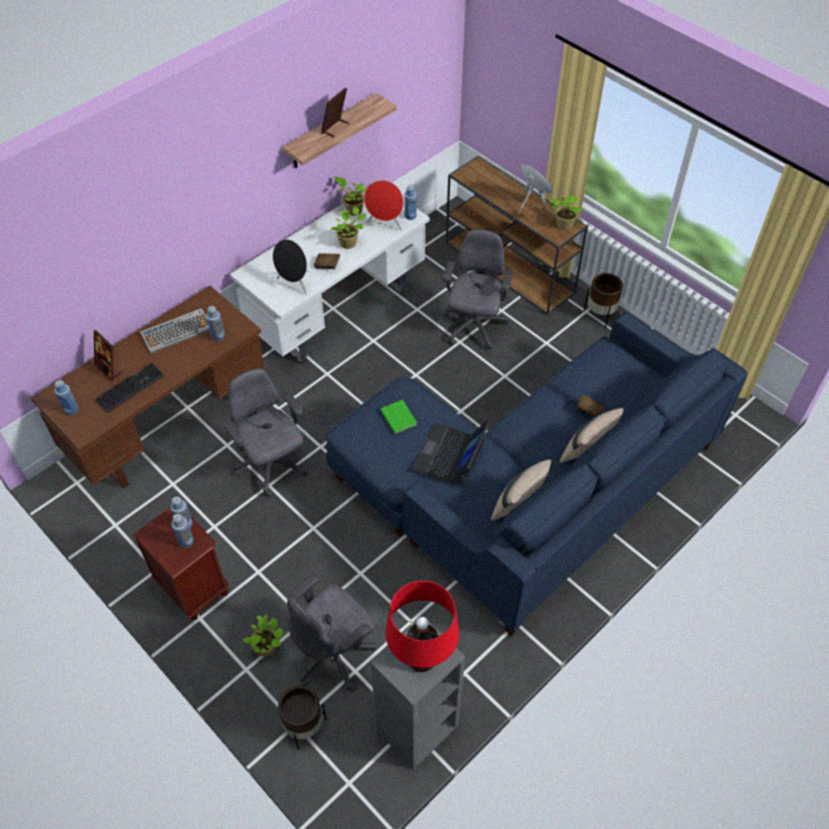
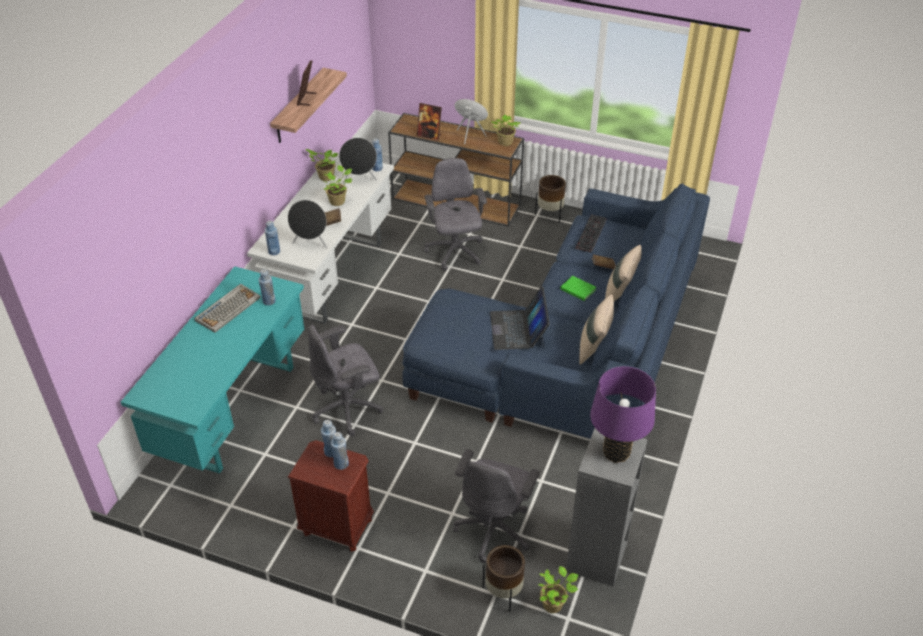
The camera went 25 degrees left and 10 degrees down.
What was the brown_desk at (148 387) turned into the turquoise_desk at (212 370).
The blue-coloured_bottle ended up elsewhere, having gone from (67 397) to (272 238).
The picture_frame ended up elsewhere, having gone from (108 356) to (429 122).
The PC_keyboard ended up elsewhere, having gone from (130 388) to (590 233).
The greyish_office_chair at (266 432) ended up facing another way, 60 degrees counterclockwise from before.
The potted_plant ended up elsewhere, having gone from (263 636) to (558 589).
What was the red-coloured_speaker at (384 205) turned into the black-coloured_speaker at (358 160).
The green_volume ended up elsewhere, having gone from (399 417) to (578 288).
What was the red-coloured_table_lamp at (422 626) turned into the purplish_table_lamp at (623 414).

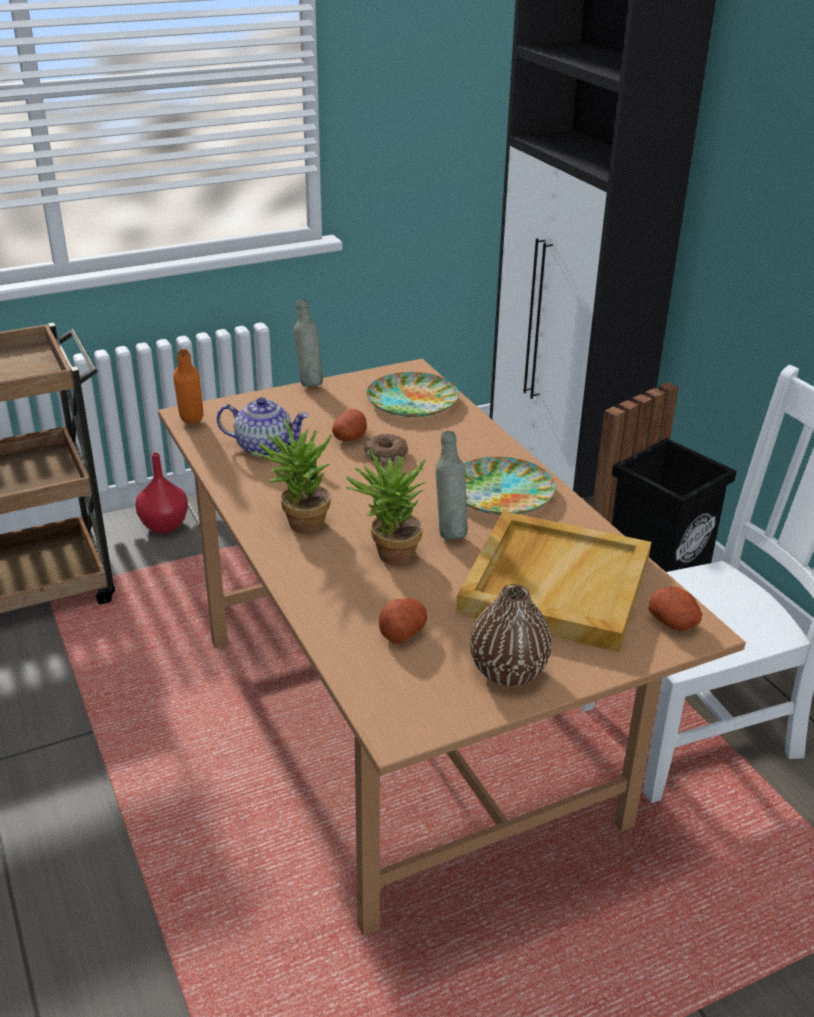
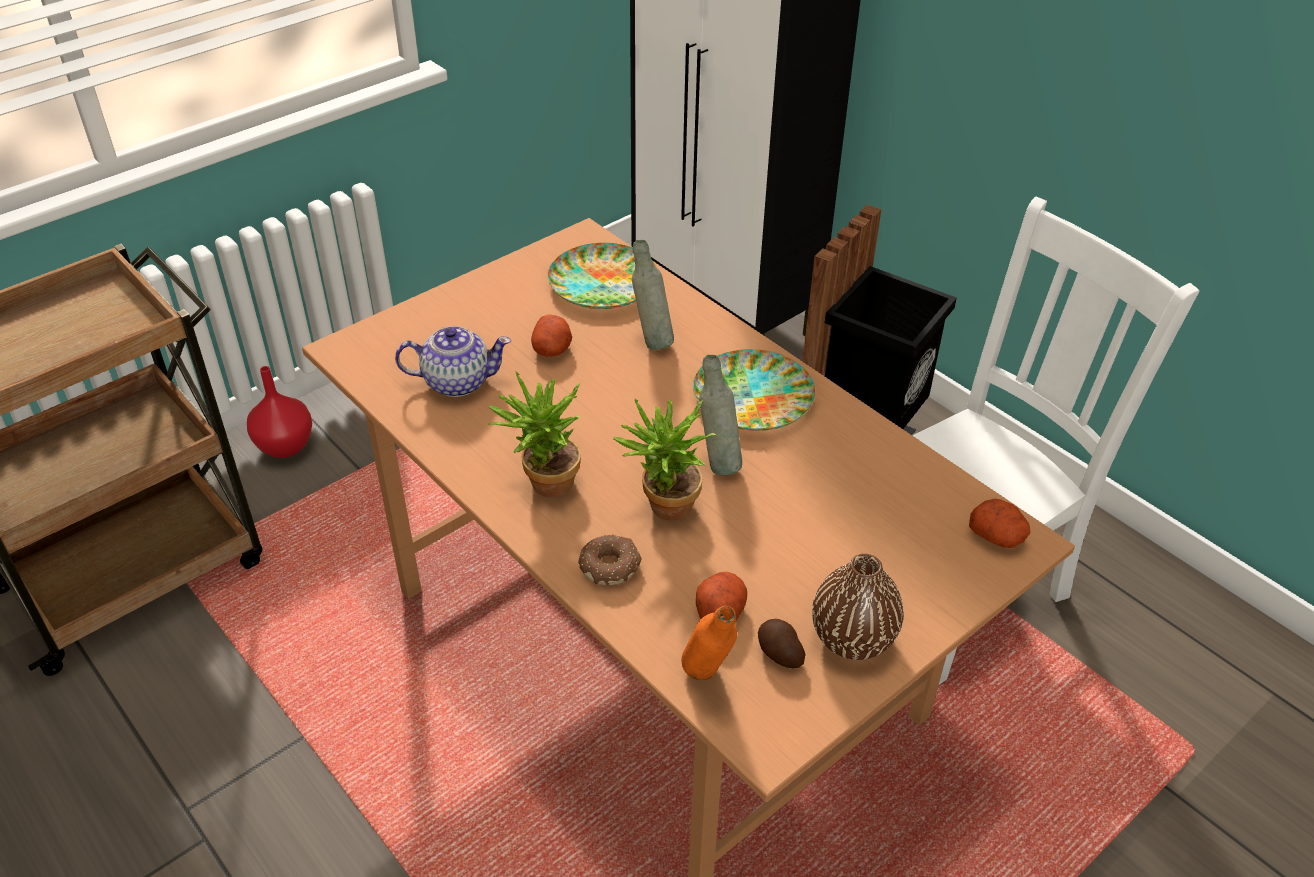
The camera went 15 degrees left and 10 degrees up.
The orange_bottle ended up elsewhere, having gone from (188 386) to (709 643).
The greyish_bottle ended up elsewhere, having gone from (308 343) to (653 295).
The donut ended up elsewhere, having gone from (386 448) to (610 559).
The second view lost the sand-coloured_carrying_tray at (553 581).
The second view gained the whole_potato at (781 644).

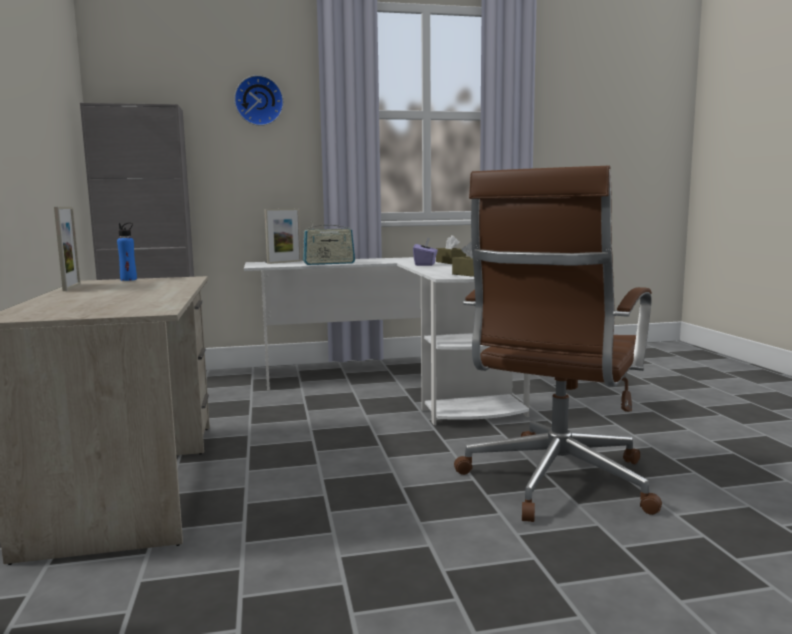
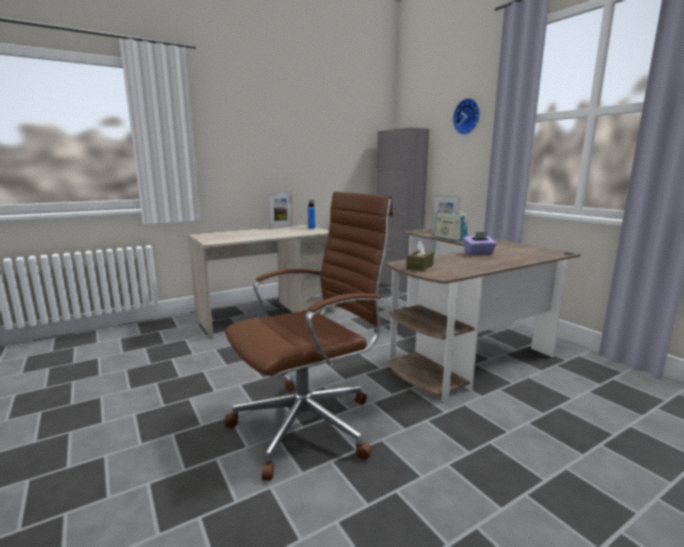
The camera went 70 degrees right and 5 degrees up.
What was the white_desk at (387 341) turned into the brown_desk at (483 315).
The second view lost the brown_tissue_box at (451 249).
The brown_office_chair at (558 344) ended up facing another way, 135 degrees clockwise from before.

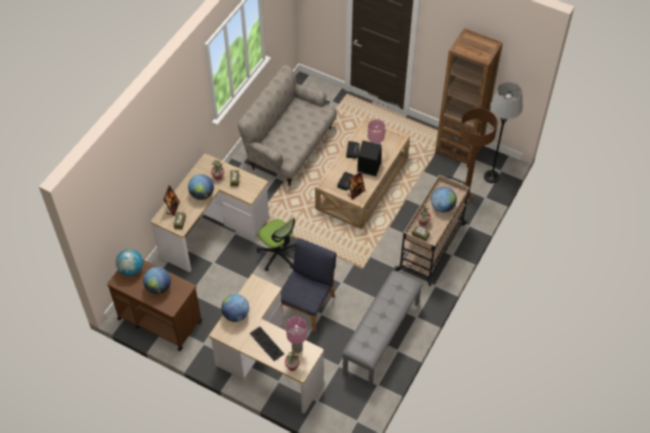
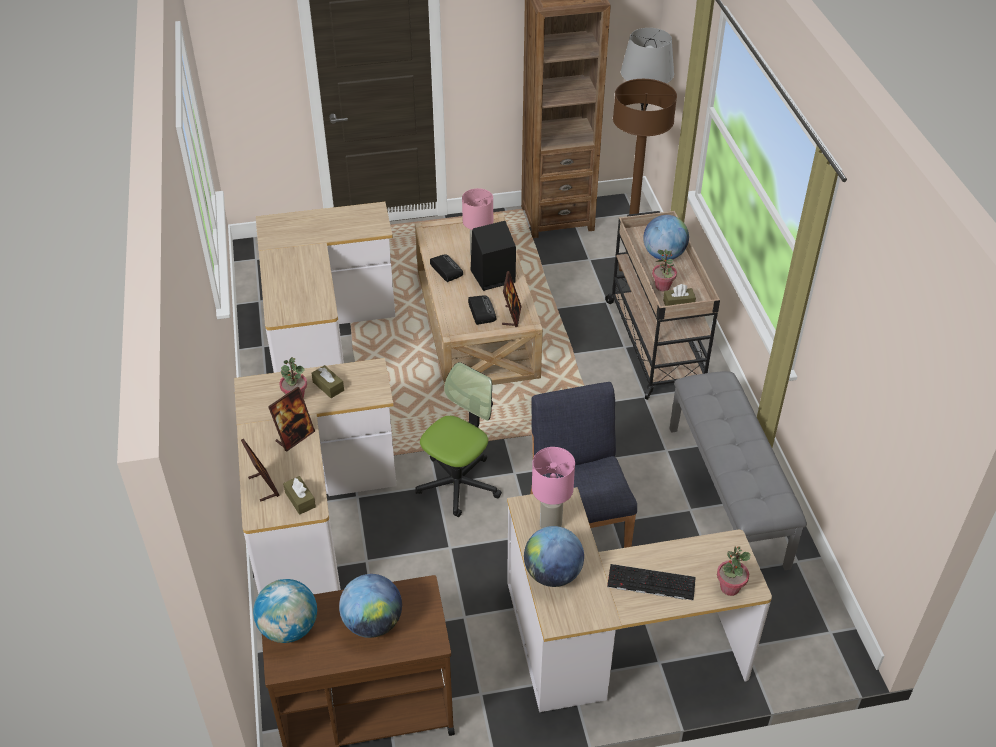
The camera went 40 degrees left and 10 degrees down.
Where the world_globe stood at (201 187), the picture_frame came to stand at (291 419).
Where the sand-coloured_couch stood at (287 125), the desk came to stand at (325 287).
The office_chair at (276 244) ended up facing another way, 60 degrees counterclockwise from before.
The pink_table_lamp ended up elsewhere, having gone from (296 335) to (553 487).

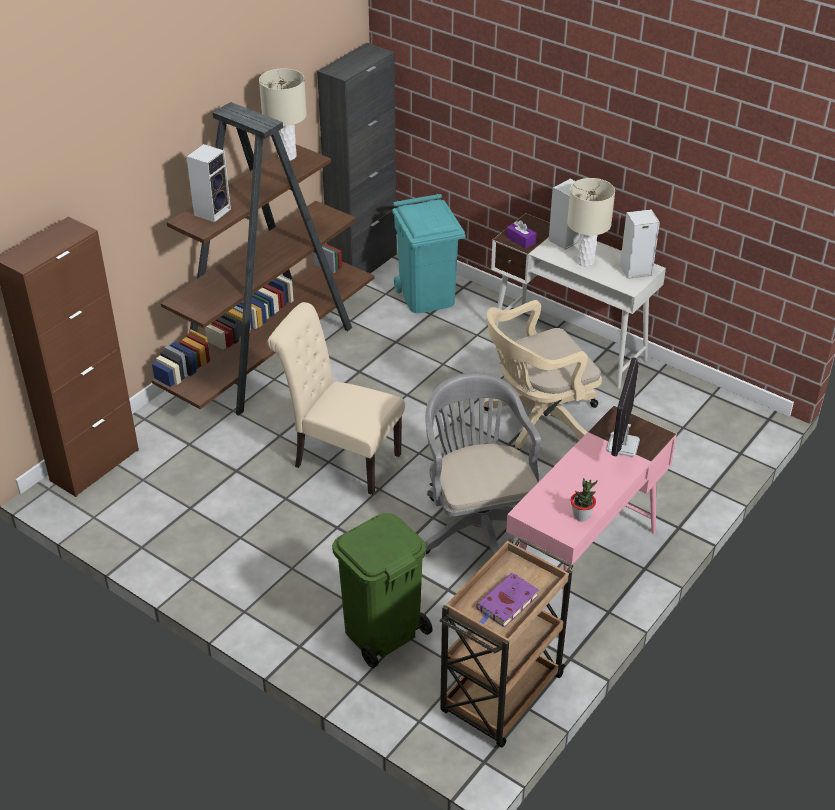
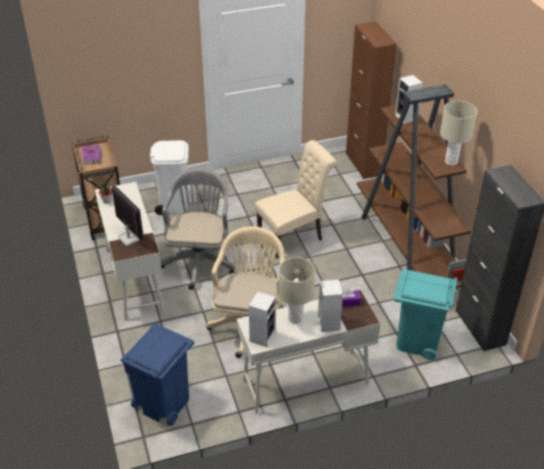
The camera went 125 degrees right and 0 degrees up.
What was the green_trash_can at (382 590) turned into the white_trash_can at (169 177).
The greyish_office_chair at (483 464) ended up facing another way, 105 degrees counterclockwise from before.
What was the pink_desk at (591 523) turned into the white_desk at (130 251).
The second view gained the blue-coloured_trash_can at (157 375).

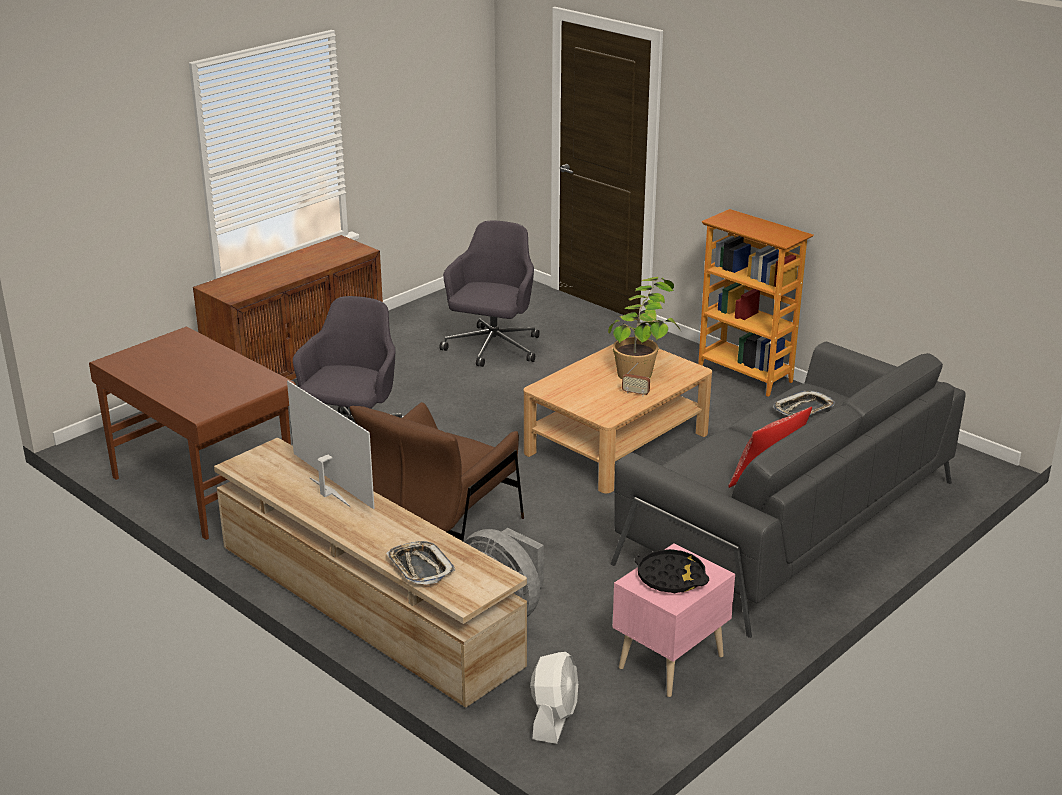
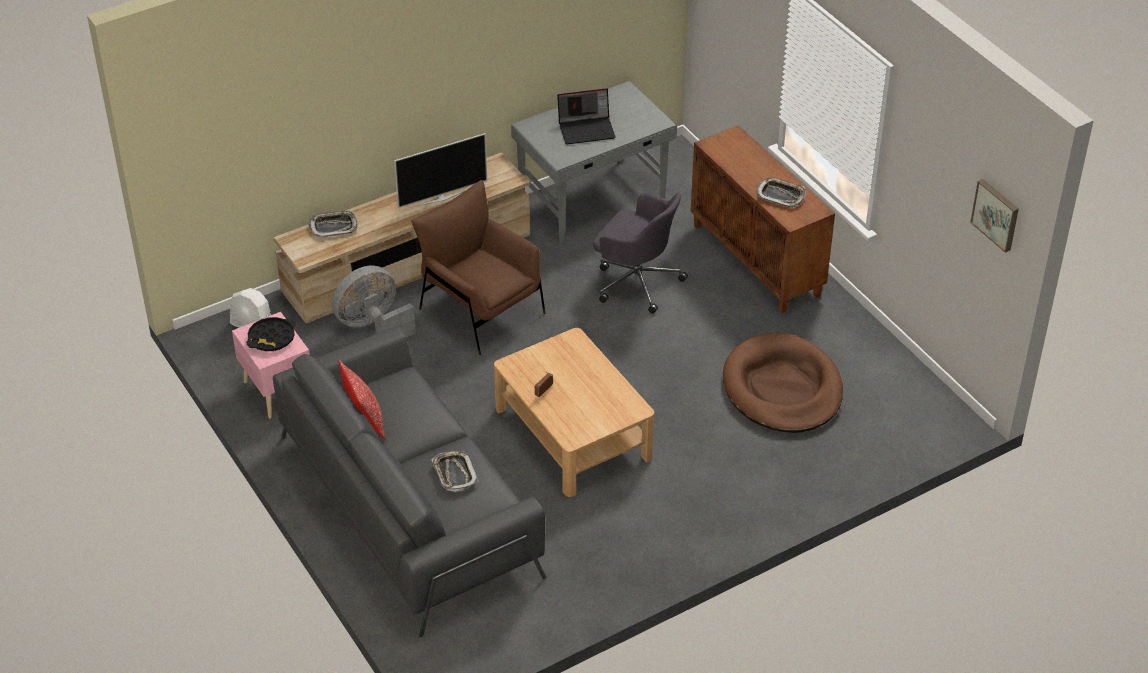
The camera went 105 degrees right and 15 degrees up.
What was the brown_desk at (192 433) turned into the greyish_desk at (594 162).
Where the greyish_office_chair stood at (490 294), the brown_dog_bed came to stand at (783 383).
The second view lost the potted_plant at (645 328).
The second view lost the bookcase at (756 303).
The second view gained the notebook_computer at (586 116).
The second view gained the carrying_tray at (781 193).
The second view gained the wall_picture at (994 216).

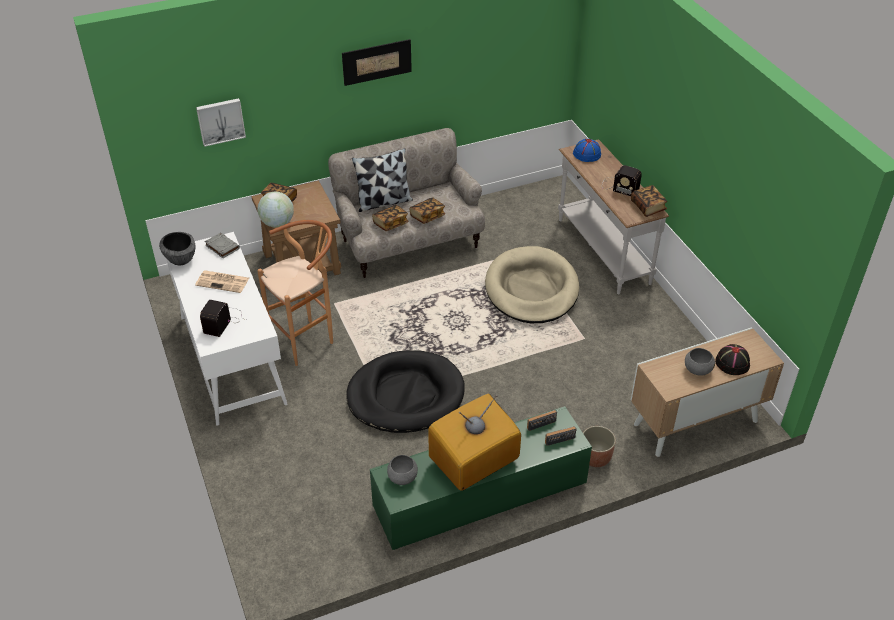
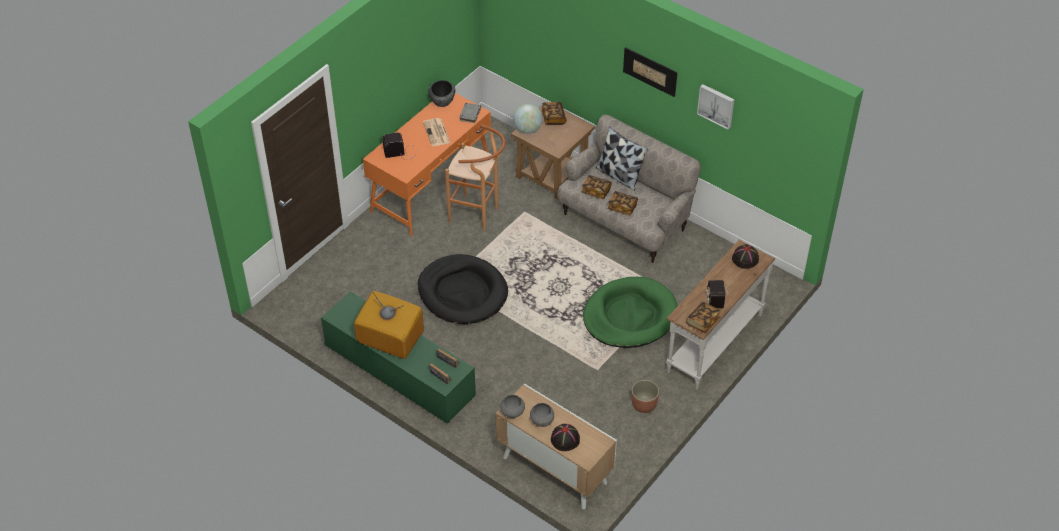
The camera went 60 degrees right and 5 degrees up.
What was the white_desk at (227 329) turned into the orange_desk at (427 164).
The wall_picture ended up elsewhere, having gone from (221 122) to (715 106).
The greyish_bowl ended up elsewhere, having gone from (402 470) to (512 406).
What was the sand-coloured_dog_bed at (532 284) turned into the green_dog_bed at (630 312).
What was the blue-coloured_hat at (587 150) turned into the black-coloured_hat at (745 256).
The planter ended up elsewhere, having gone from (599 446) to (645 396).

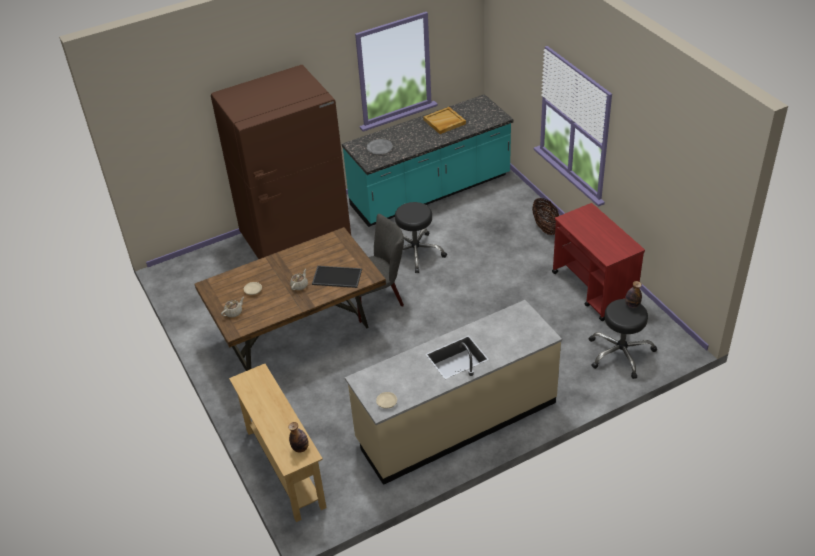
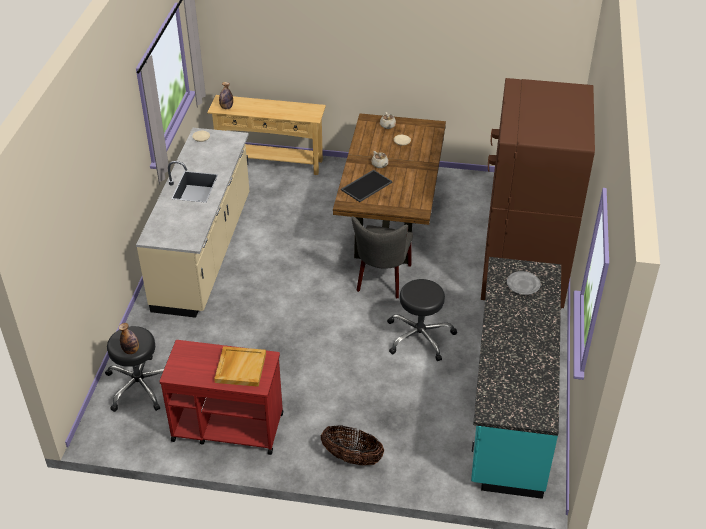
The camera went 125 degrees right and 0 degrees up.
The sand-coloured_carrying_tray ended up elsewhere, having gone from (444 120) to (240 366).

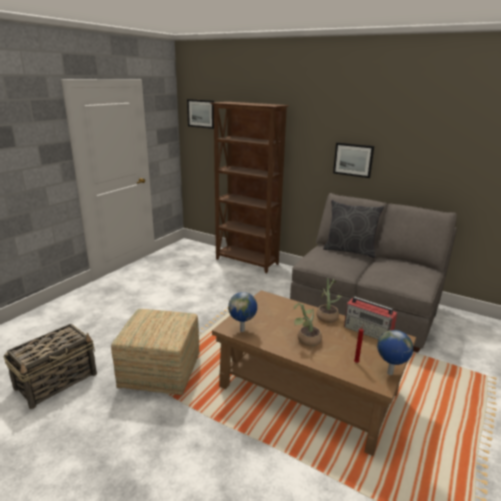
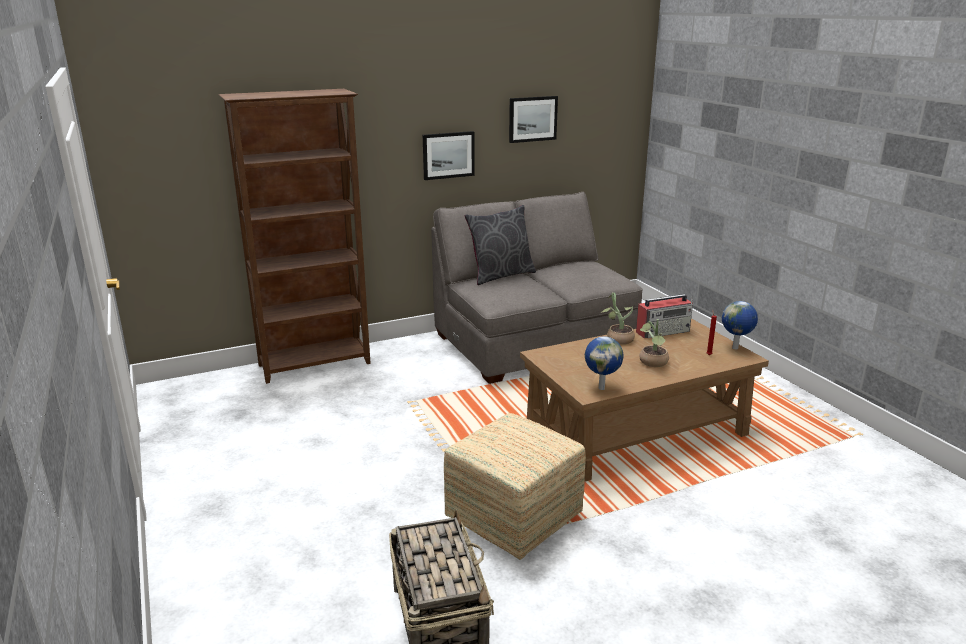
The camera went 55 degrees left and 0 degrees up.
The wall_picture ended up elsewhere, having gone from (200 114) to (533 119).

